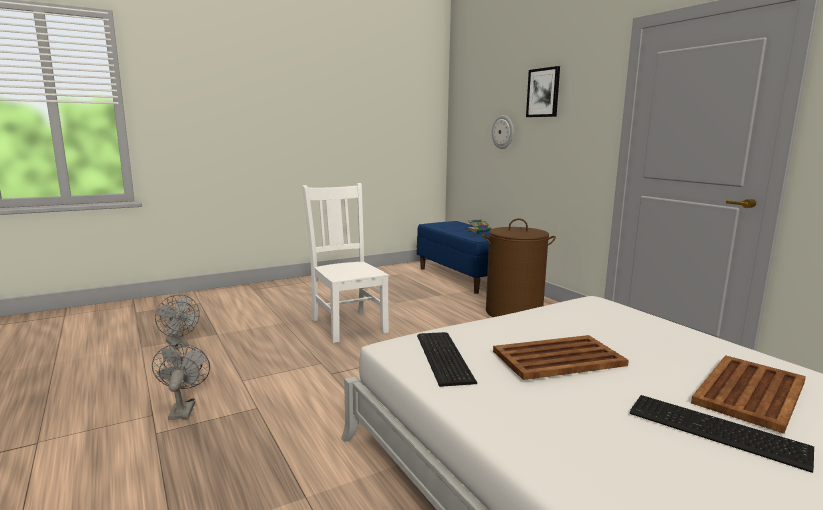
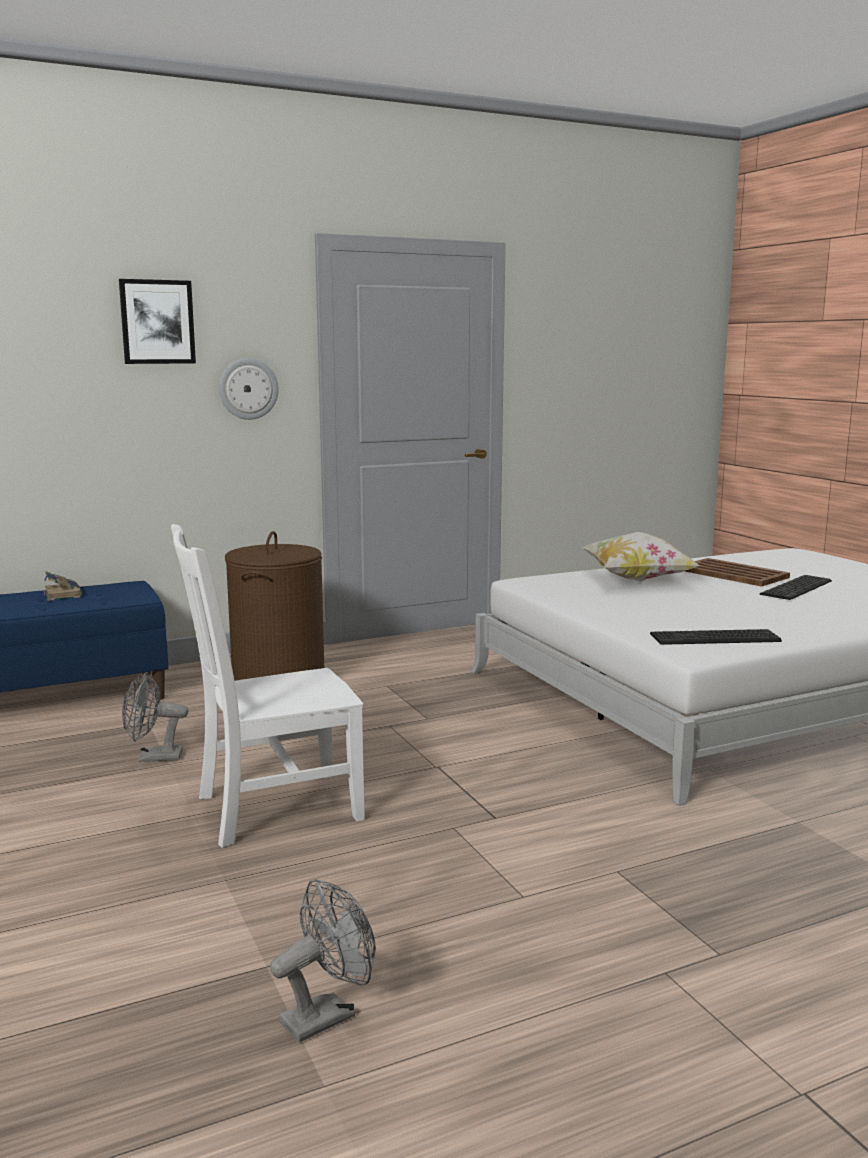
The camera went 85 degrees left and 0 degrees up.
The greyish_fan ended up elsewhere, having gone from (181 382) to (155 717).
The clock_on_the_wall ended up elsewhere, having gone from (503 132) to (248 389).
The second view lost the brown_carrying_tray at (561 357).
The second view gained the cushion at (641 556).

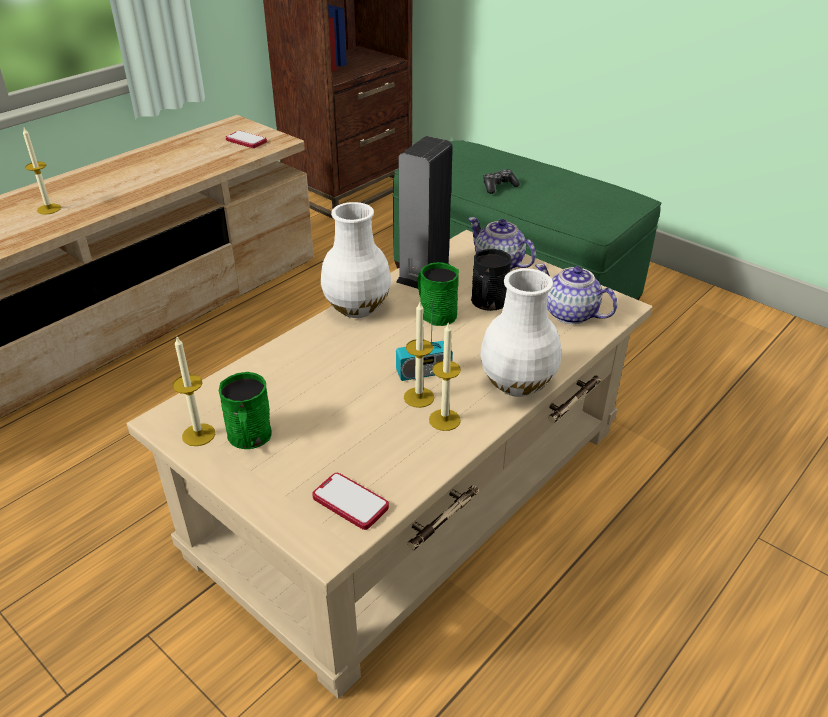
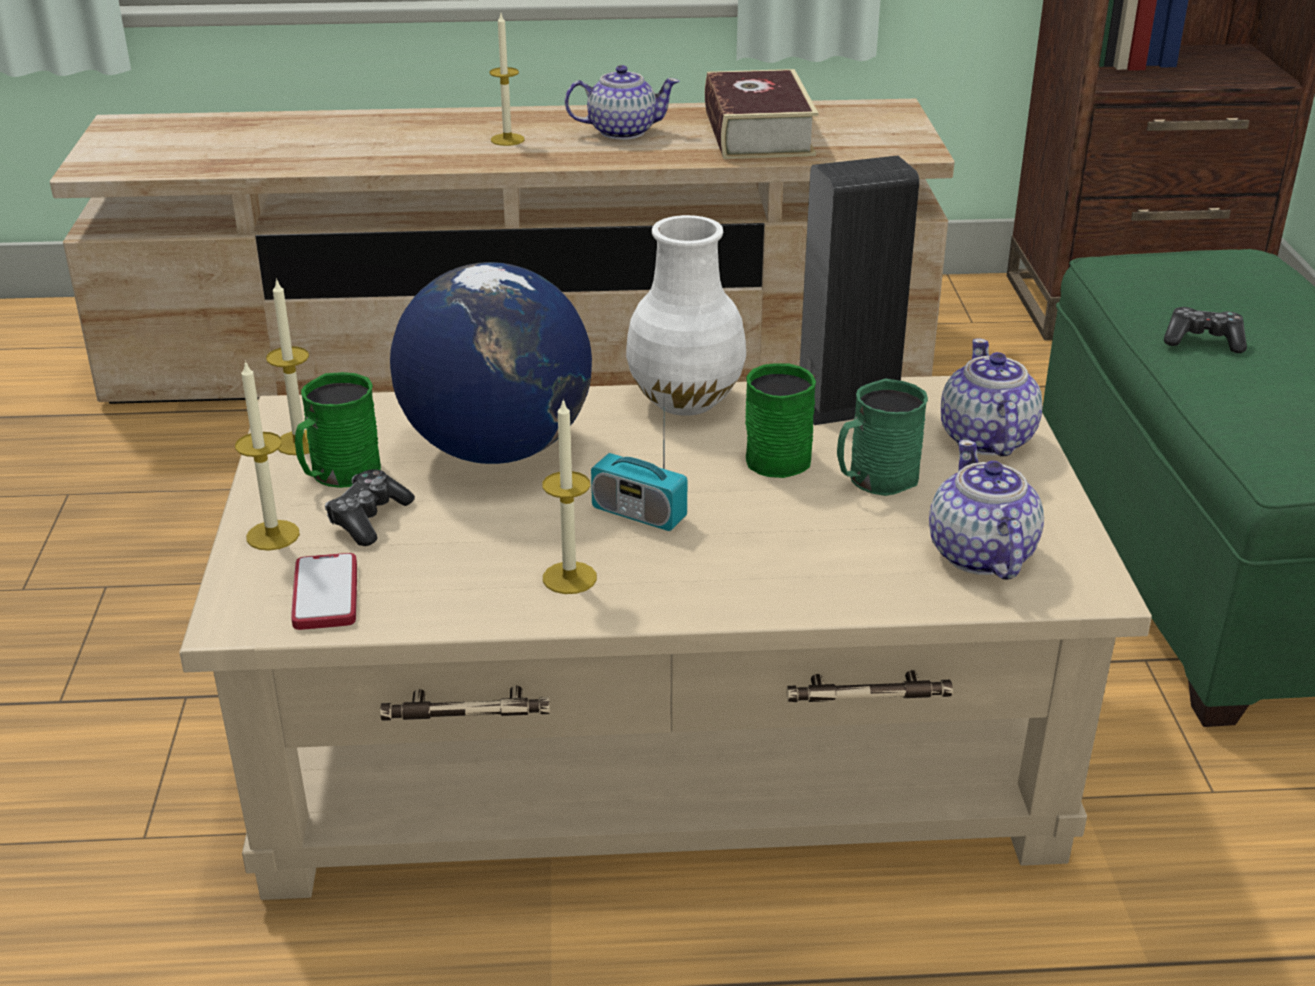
The camera went 45 degrees right and 5 degrees down.
The second view lost the handset at (246 139).
The candle ended up elsewhere, having gone from (419 355) to (267 455).
What was the black-coloured_coffee_mug at (491 280) turned into the green_coffee_mug at (882 437).
The second view lost the white_flower_vase at (520 332).
The second view gained the joypad at (370 507).
The second view gained the world_globe at (491 363).
The second view gained the teapot at (622 102).
The second view gained the volume at (761 114).

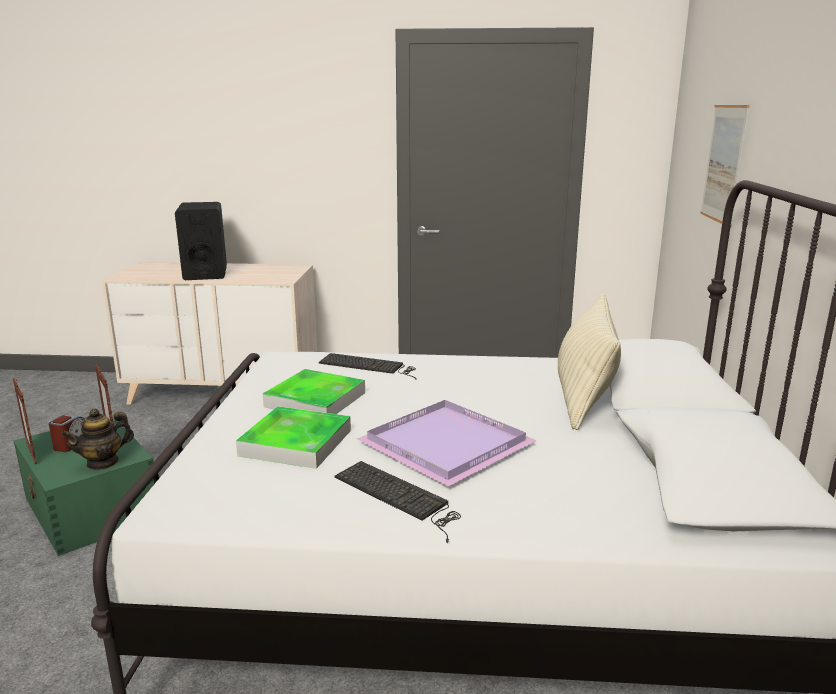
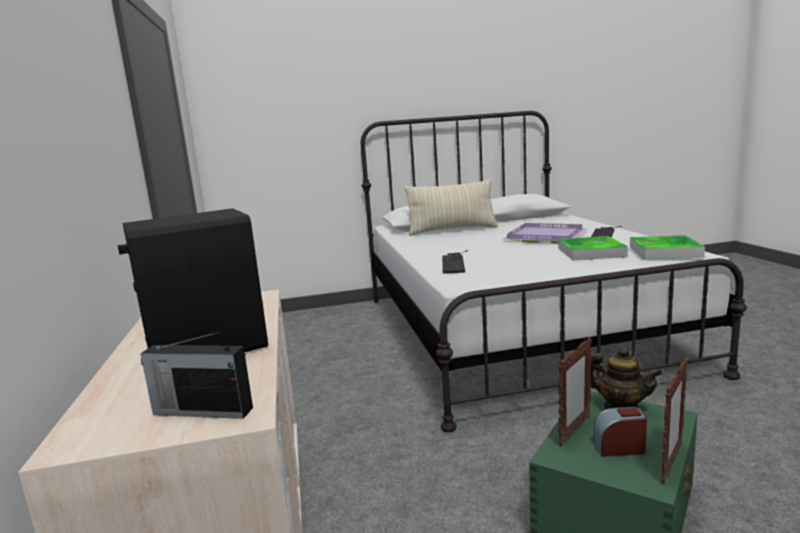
The camera went 105 degrees left and 5 degrees down.
The carrying_tray ended up elsewhere, having gone from (313 391) to (667 247).
The second view lost the wall_picture at (724 164).
The second view gained the radio at (196 375).

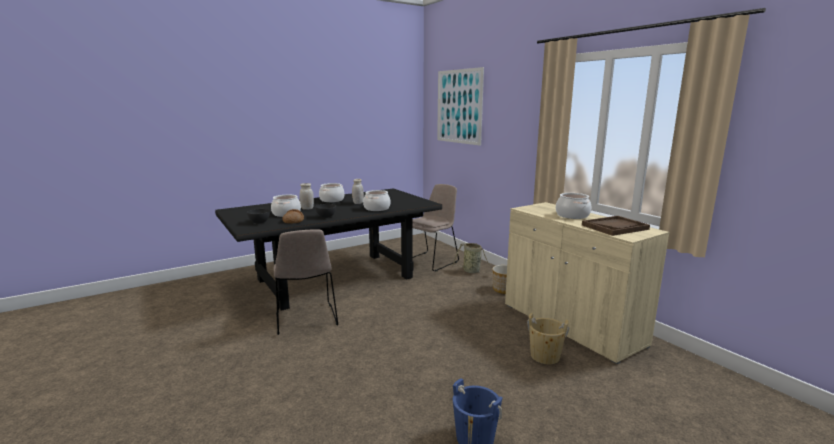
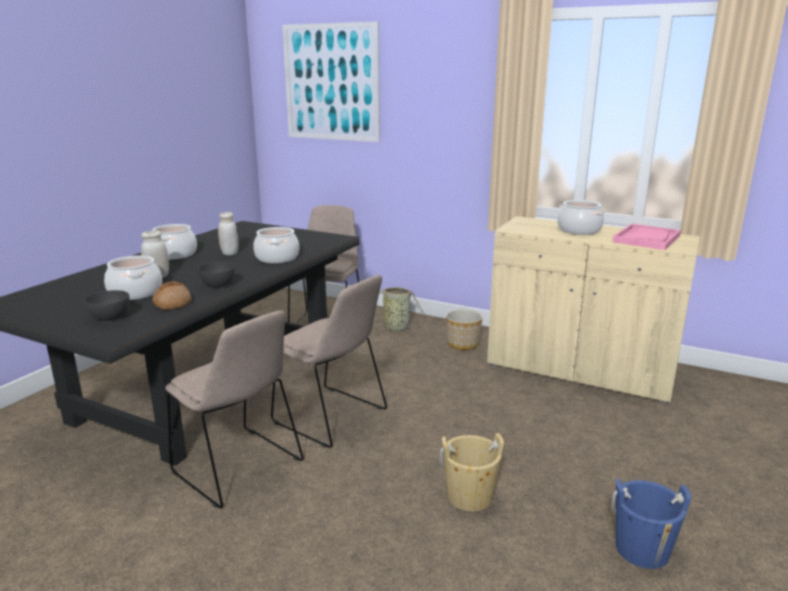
The camera went 30 degrees left and 5 degrees up.
The sand-coloured_bucket ended up elsewhere, having gone from (548 338) to (472 472).
What was the brown_carrying_tray at (616 226) turned into the pink_carrying_tray at (647 236).
The second view gained the sand-coloured_plain_chair at (329 361).

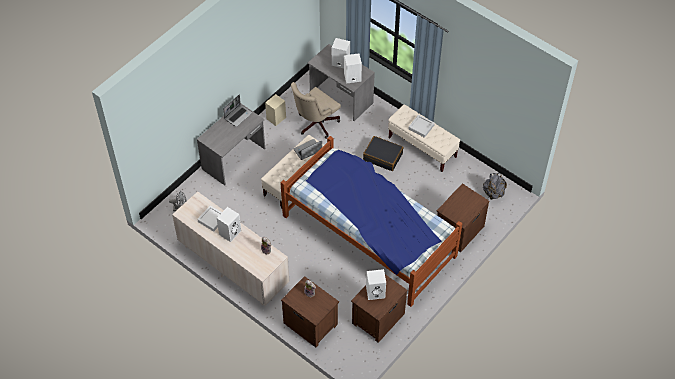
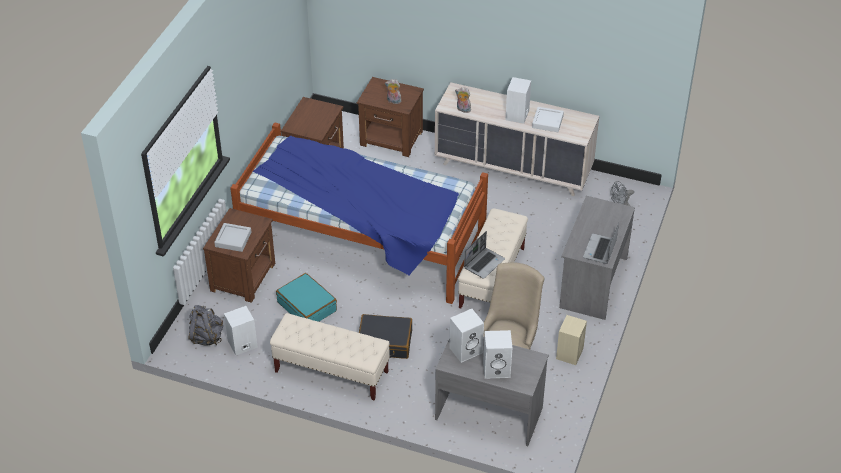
The camera went 160 degrees right and 10 degrees down.
The white_speaker ended up elsewhere, having gone from (376 284) to (241 330).
The greyish_carrying_tray ended up elsewhere, having gone from (422 126) to (232 237).
The second view gained the turquoise_piece_of_luggage at (306 297).

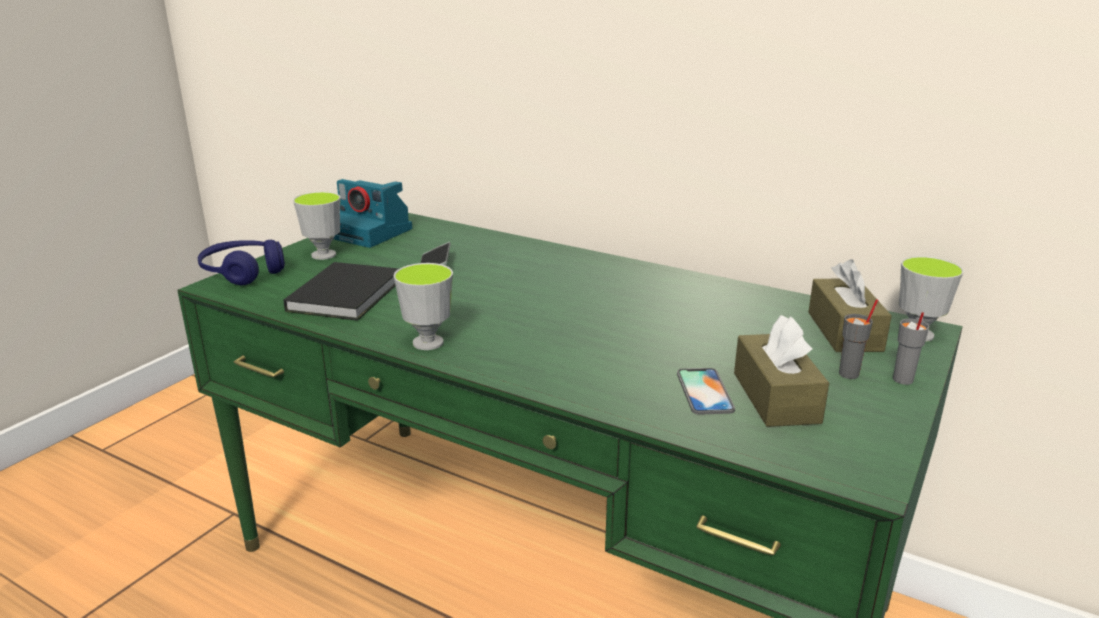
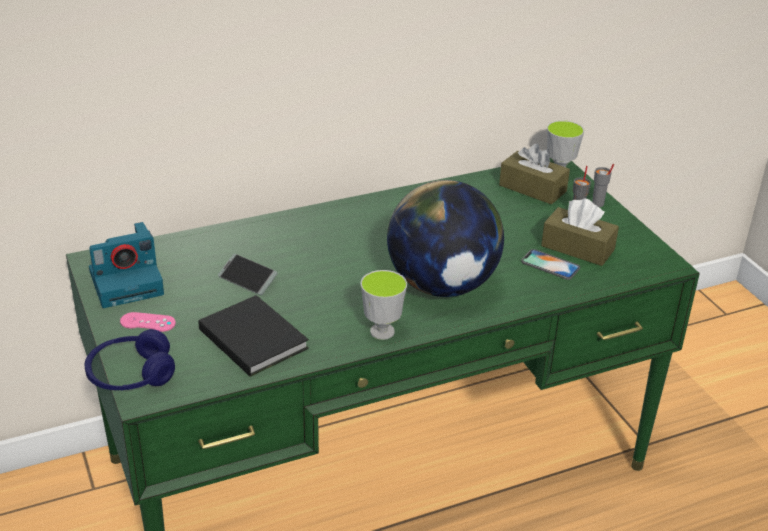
The camera went 55 degrees left and 10 degrees up.
Where the cup stood at (317 226), the pink_joypad came to stand at (148 322).
The second view gained the world_globe at (445 238).

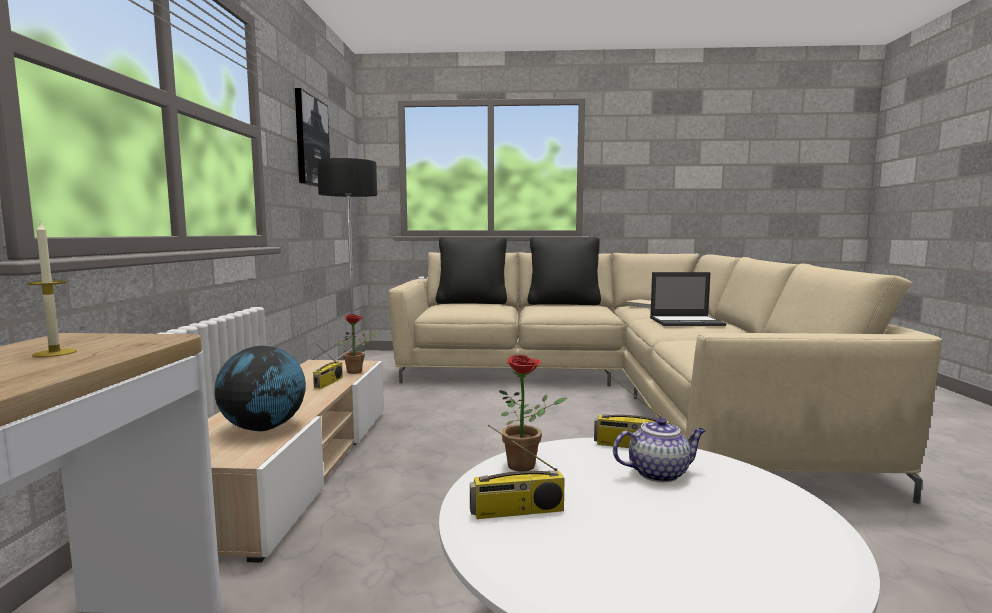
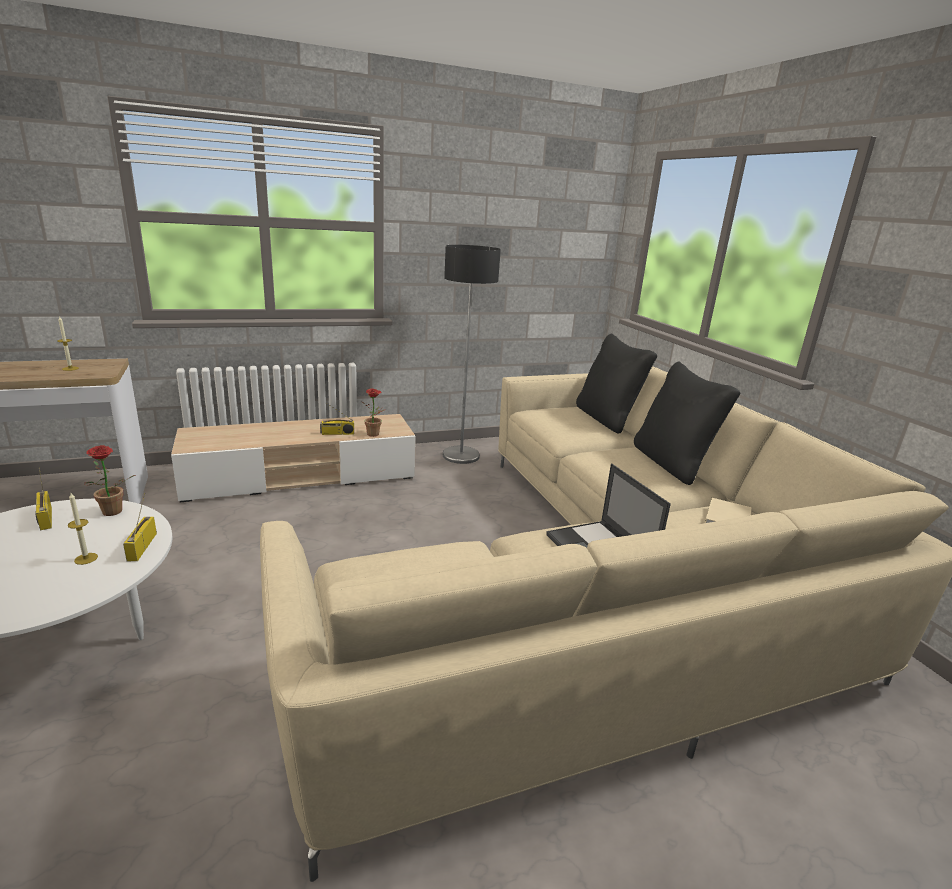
The camera went 65 degrees right and 15 degrees up.
The second view lost the world_globe at (260 388).
The second view lost the wall_picture at (312 137).
Where the teapot stood at (659 449), the candle came to stand at (83 529).

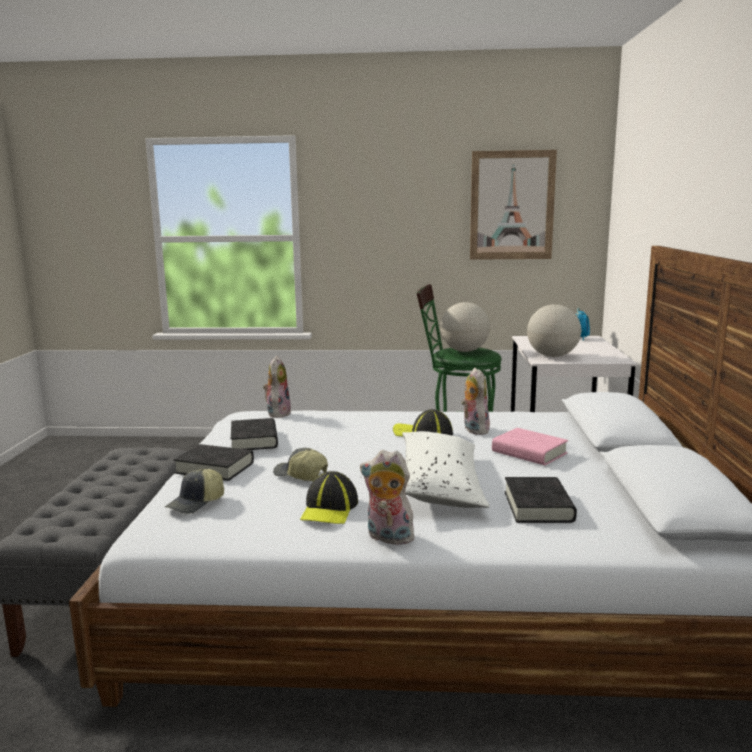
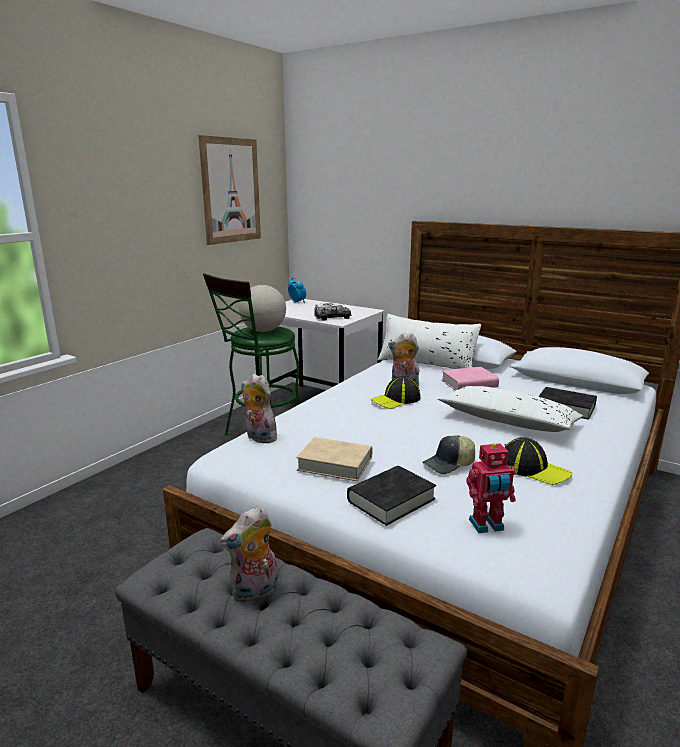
The camera went 60 degrees left and 5 degrees up.
Where the peaked_cap stood at (194 491), the toy_robot came to stand at (491 488).
What was the black-coloured_volume at (254 434) turned into the sand-coloured_volume at (334 459).
The plush_toy ended up elsewhere, having gone from (389 497) to (249 554).
Where the world_globe stood at (554 330), the toy_truck came to stand at (332 311).
The second view gained the white_cushion at (430 341).

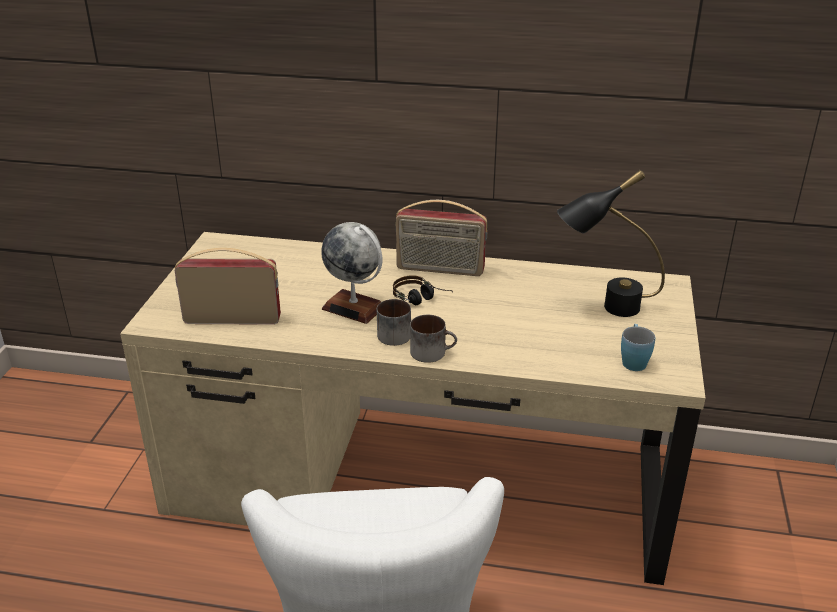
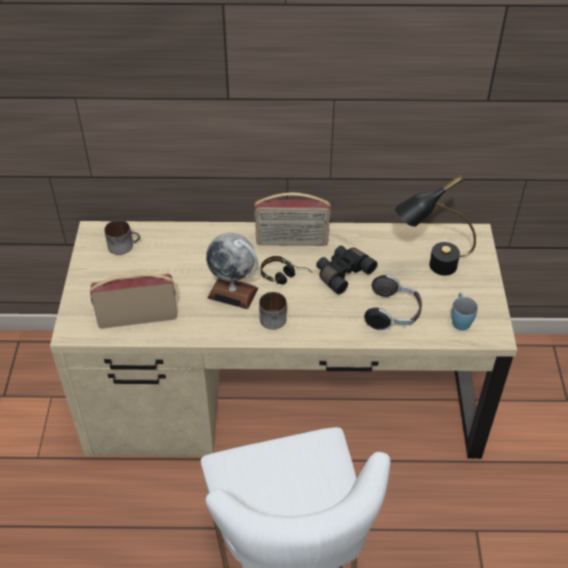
The camera went 10 degrees left and 15 degrees up.
The coffee_mug ended up elsewhere, having gone from (433 339) to (122 237).
The second view gained the black-coloured_field_glasses at (347 270).
The second view gained the pair_of_headphones at (393 302).

